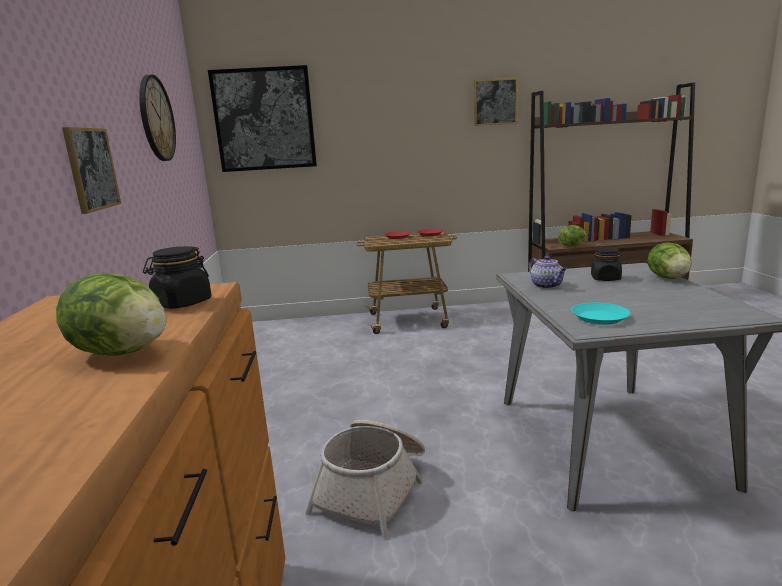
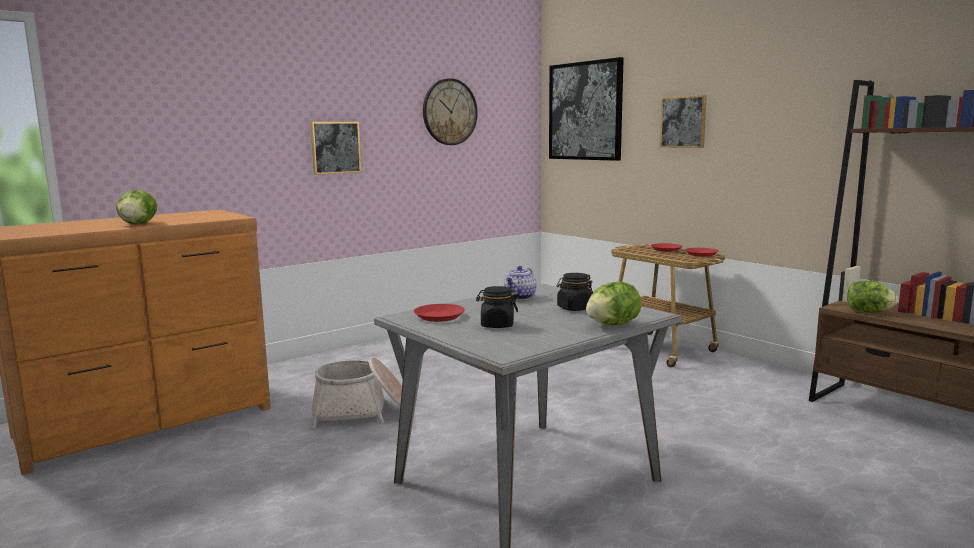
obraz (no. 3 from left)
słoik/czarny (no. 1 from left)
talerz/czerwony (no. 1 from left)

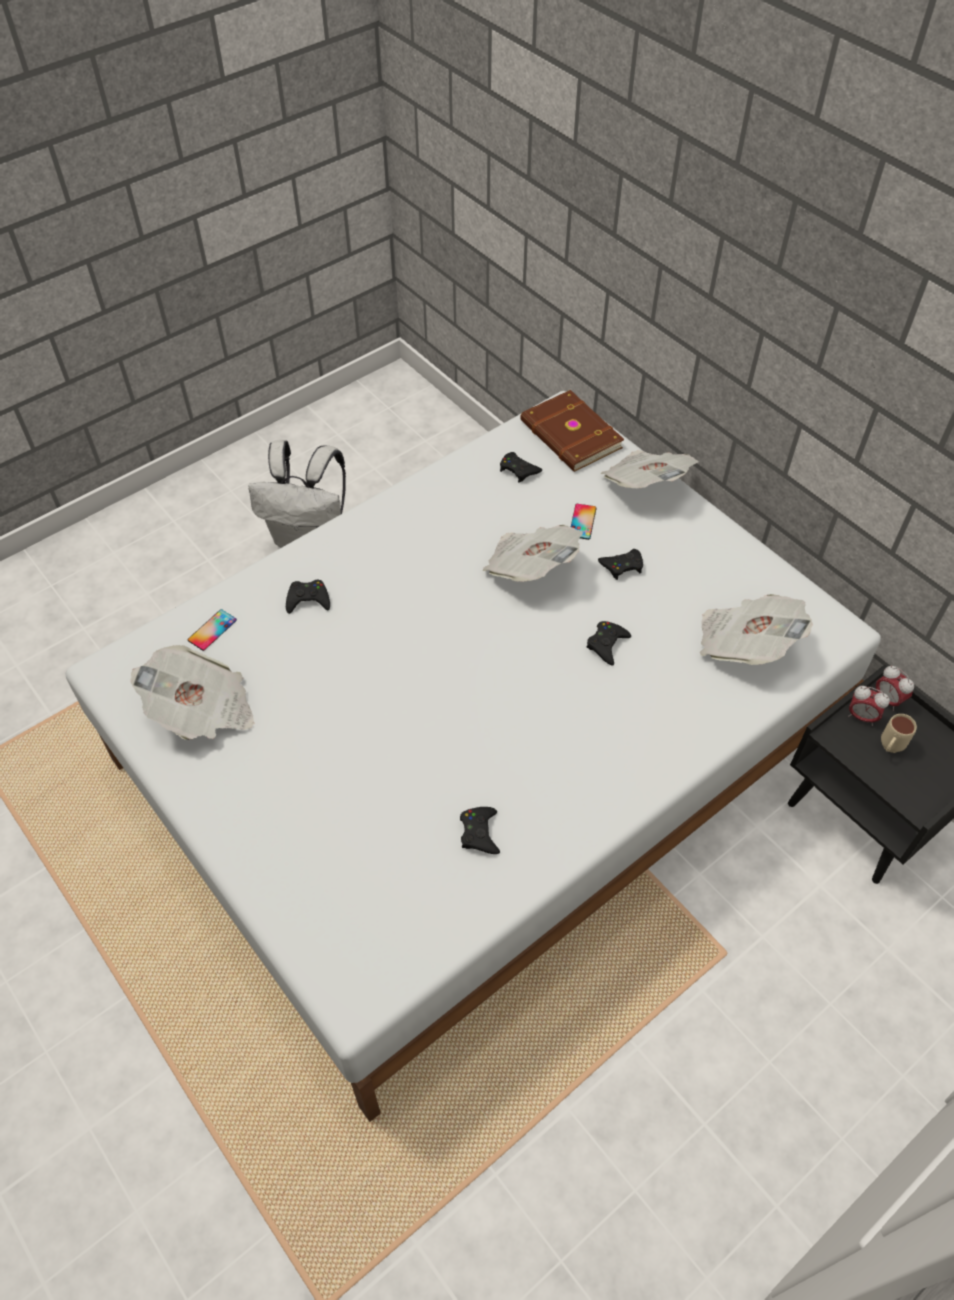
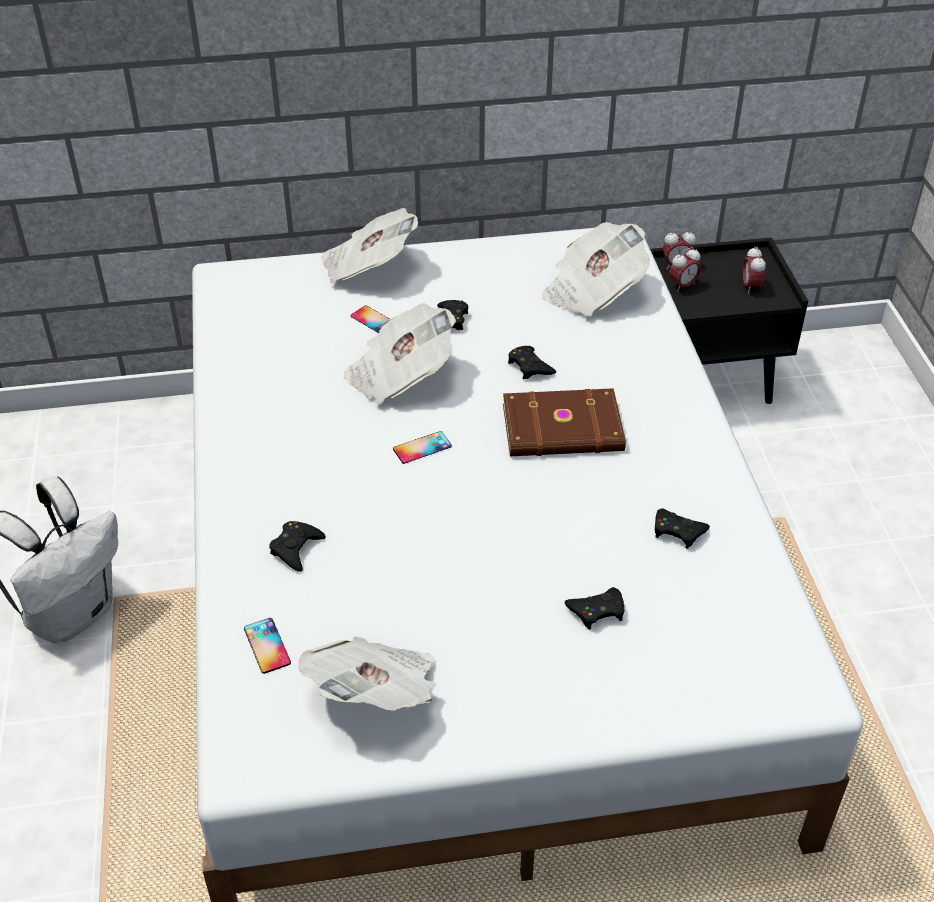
książka/brązowy
pad do gier/czarny (no. 4 from left)
kubek/beżowy
budzik (no. 3 from left)
telefon (no. 3 from left)

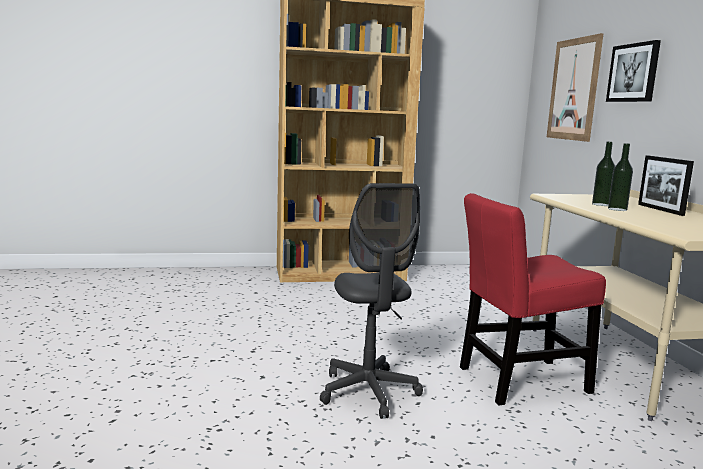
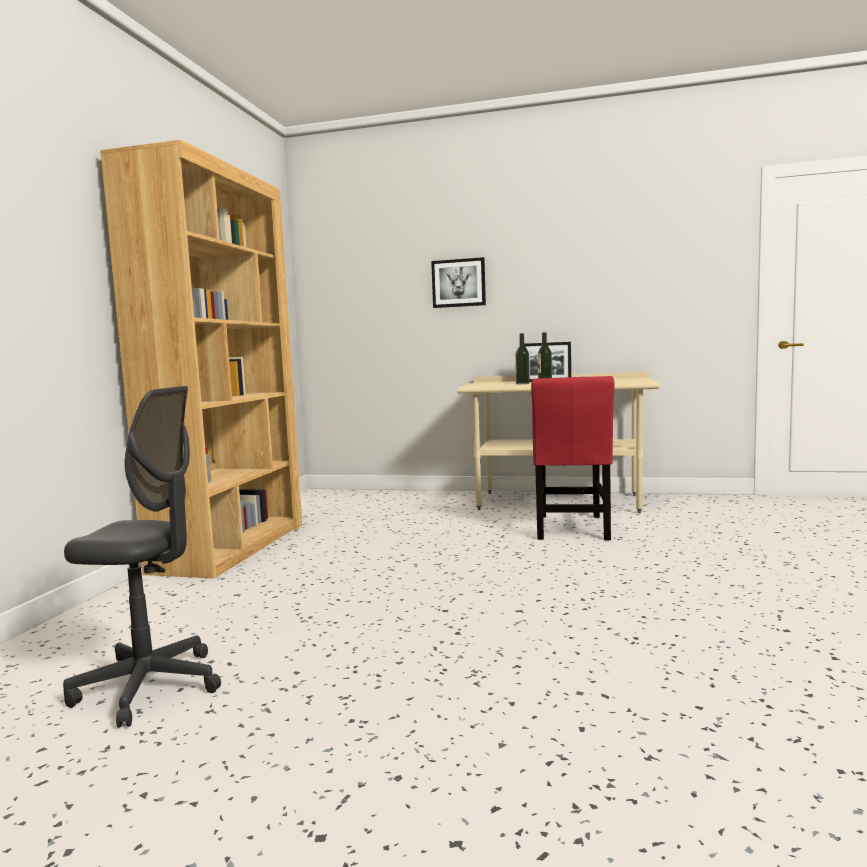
obraz (no. 1 from left in the first image)
krzesło biurowe/szary

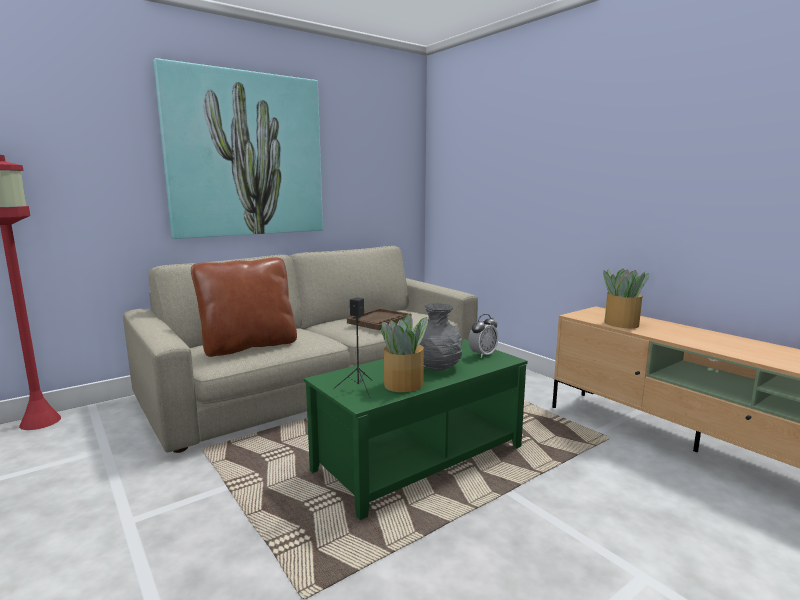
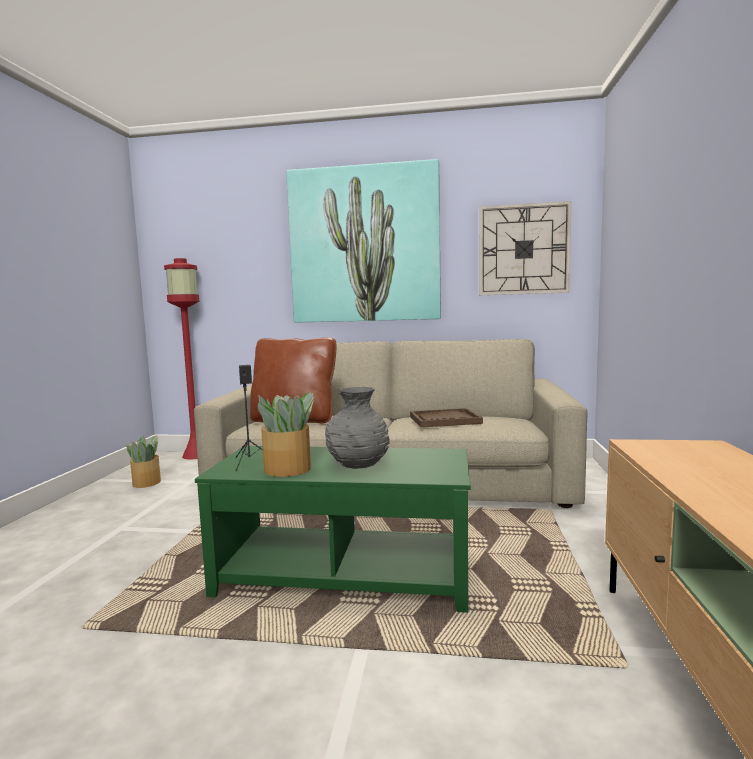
roślina doniczkowa (no. 1 from left)
budzik
zegar ścienny

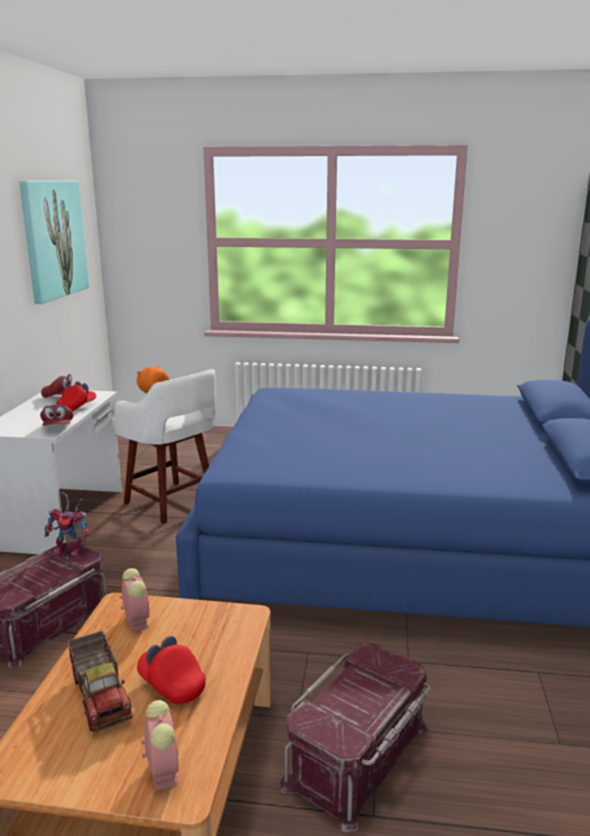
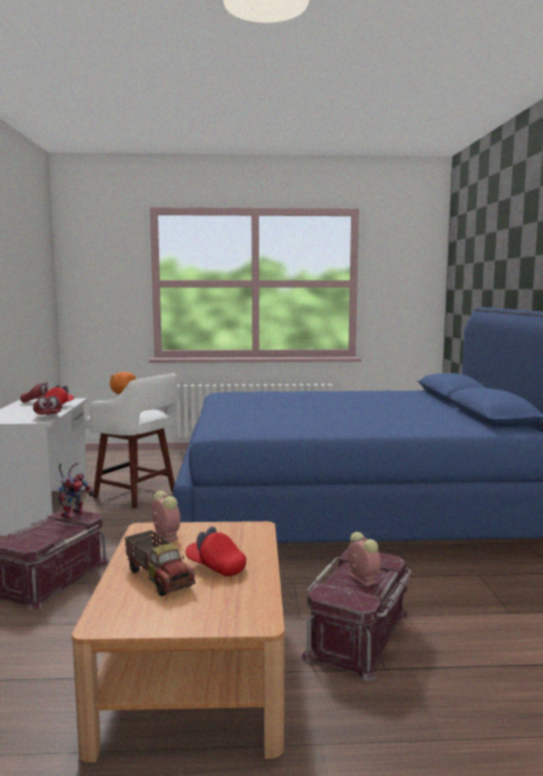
obraz
robot zabawkowy
budzik (no. 2 from left)

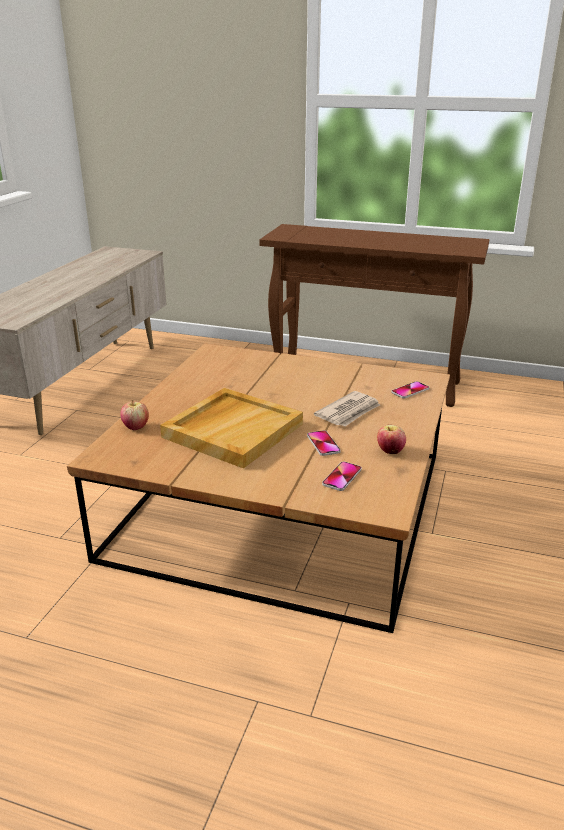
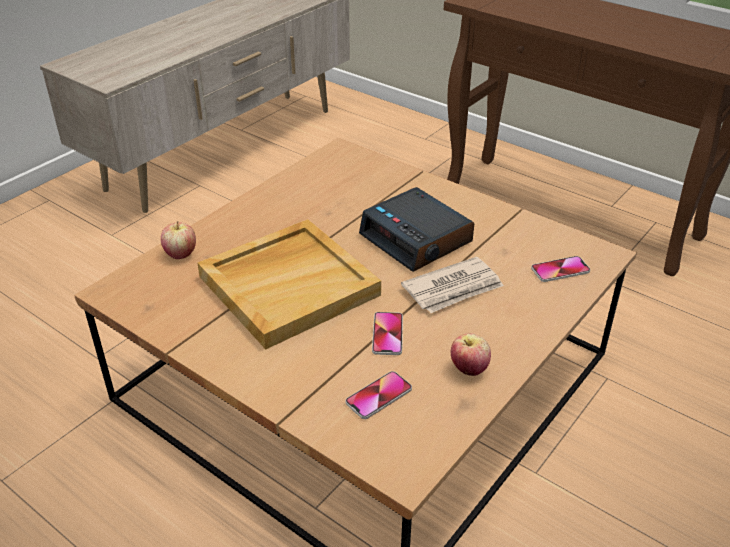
budzik

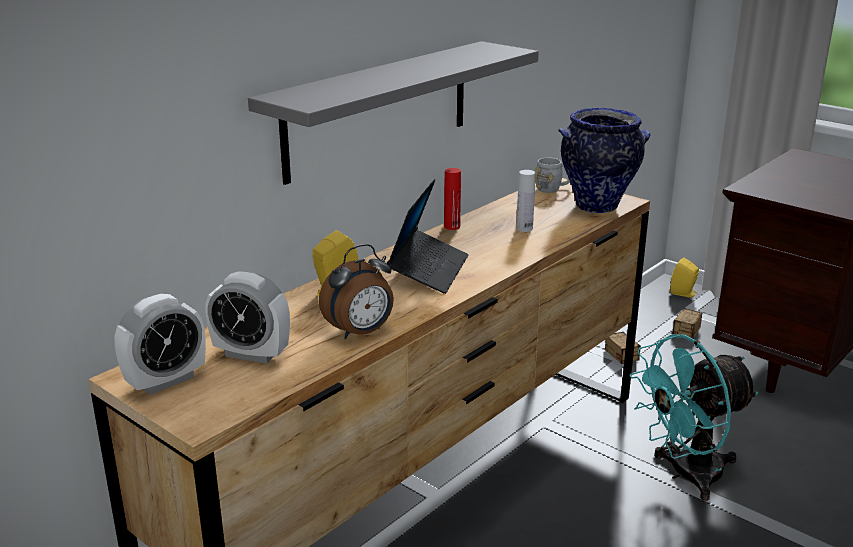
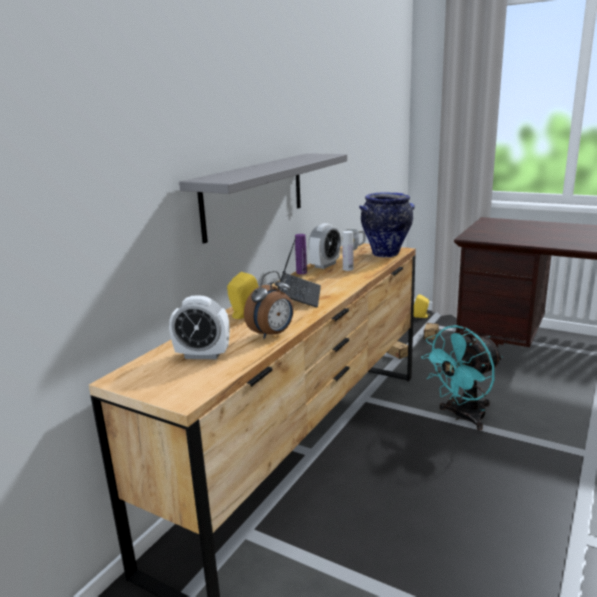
butelka/fioletowy
budzik (no. 3 from left)

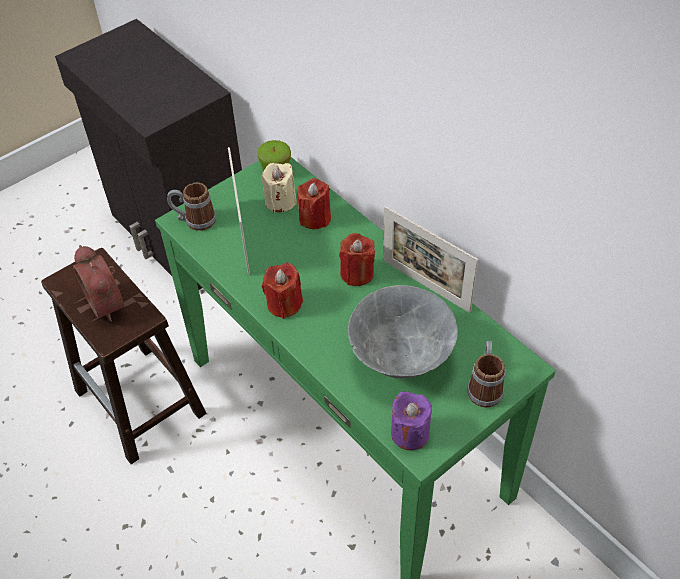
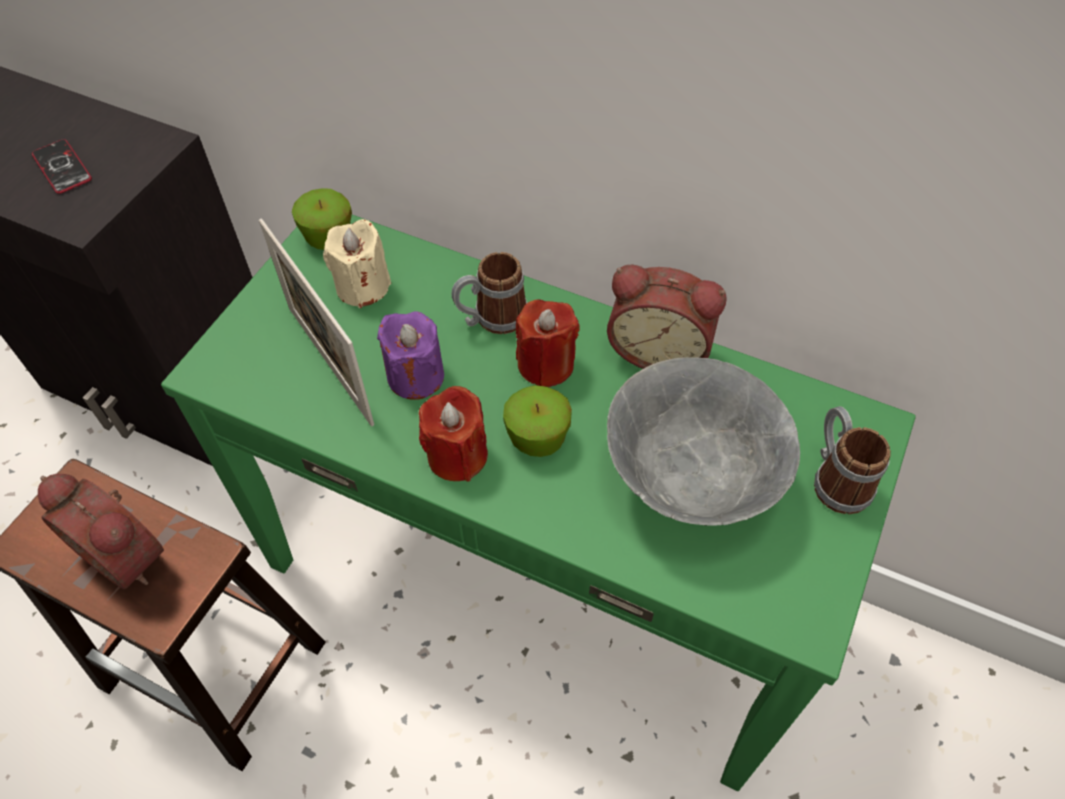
świeca/czerwony (no. 2 from left in the first image)
kubek (no. 1 from left)
budzik (no. 2 from left)
świeca/fioletowy
telefon
jabłko (no. 2 from left)

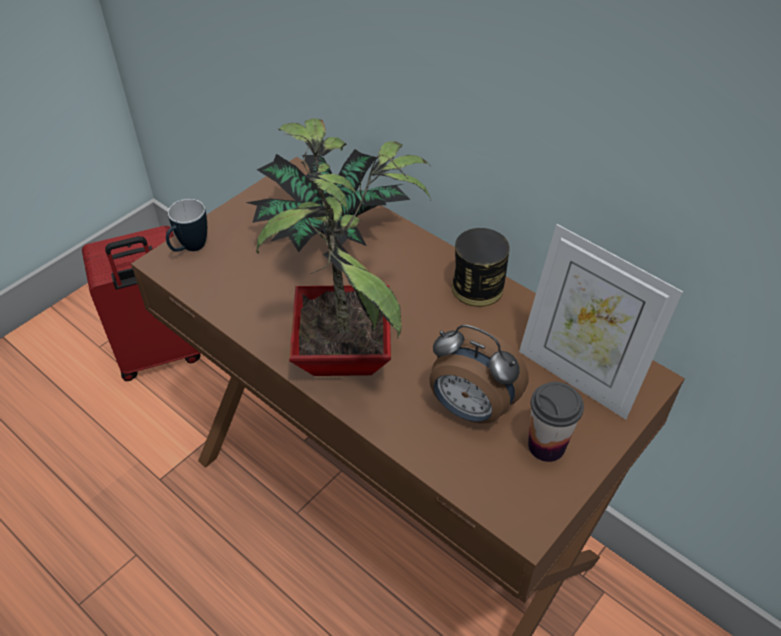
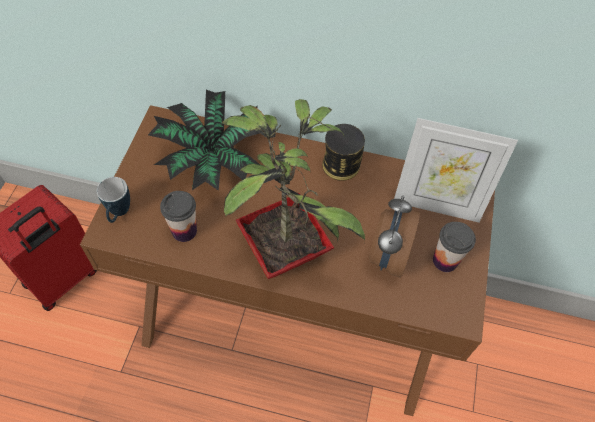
budzik
filiżanka (no. 1 from left)

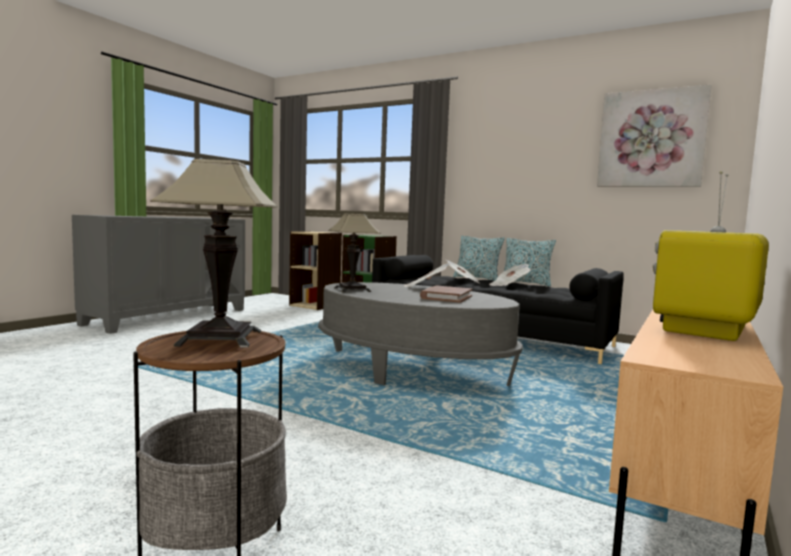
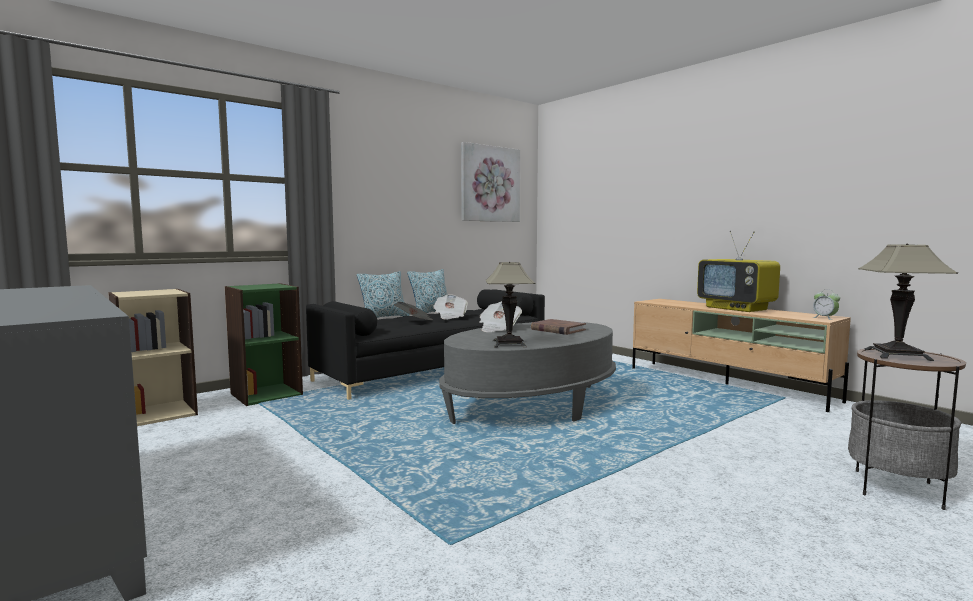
budzik

